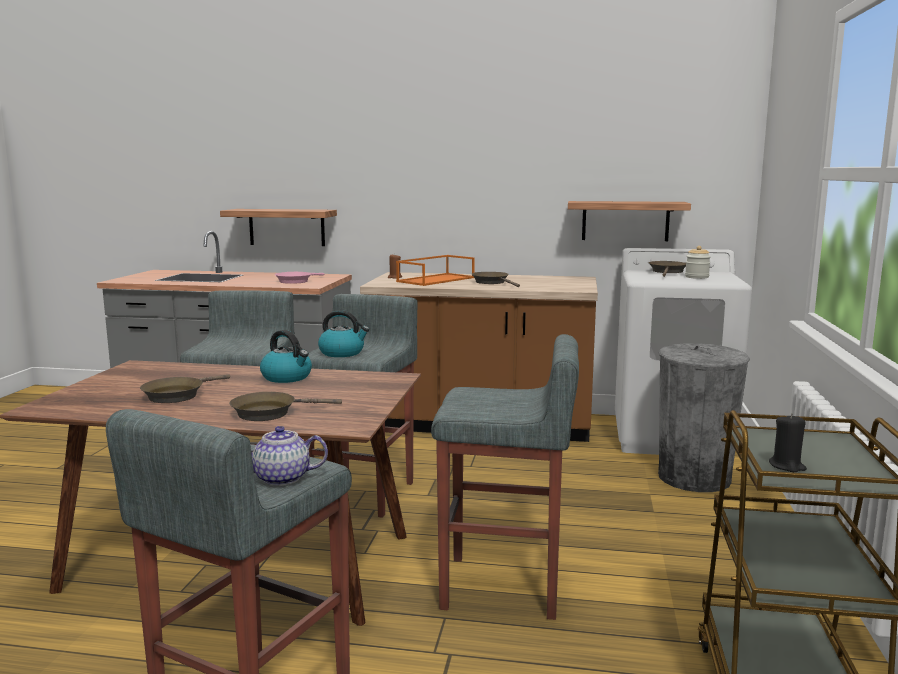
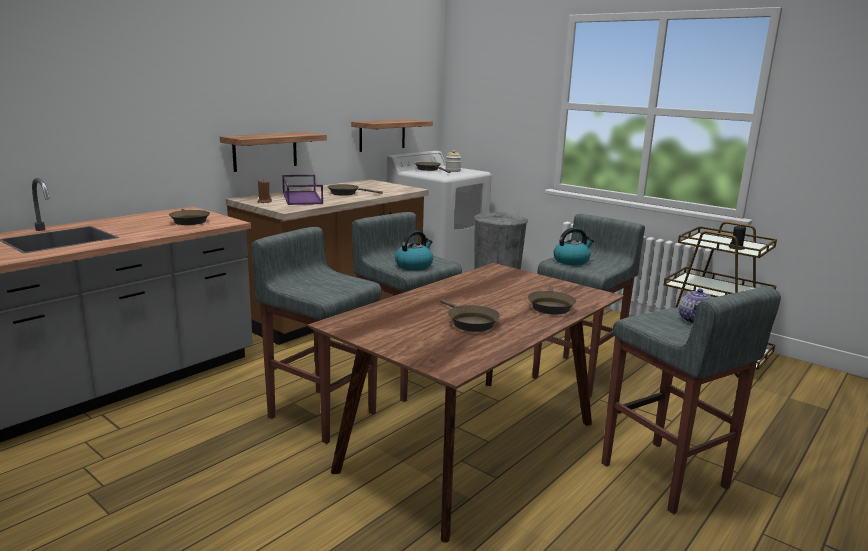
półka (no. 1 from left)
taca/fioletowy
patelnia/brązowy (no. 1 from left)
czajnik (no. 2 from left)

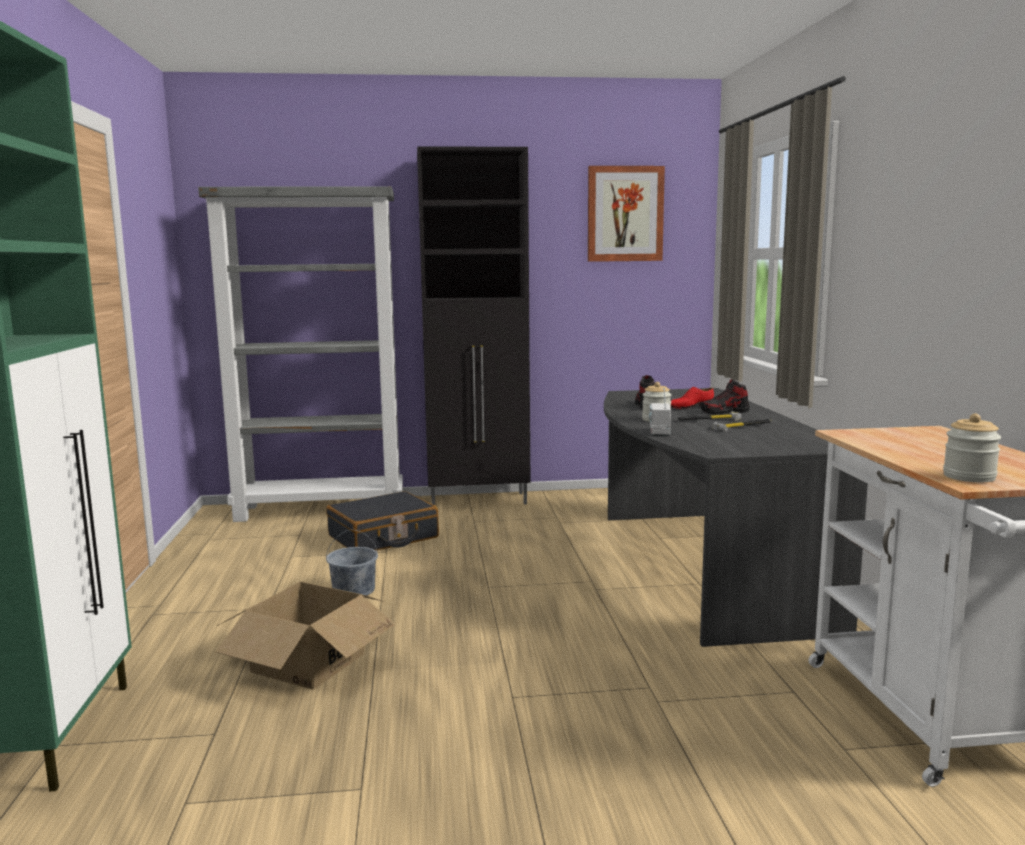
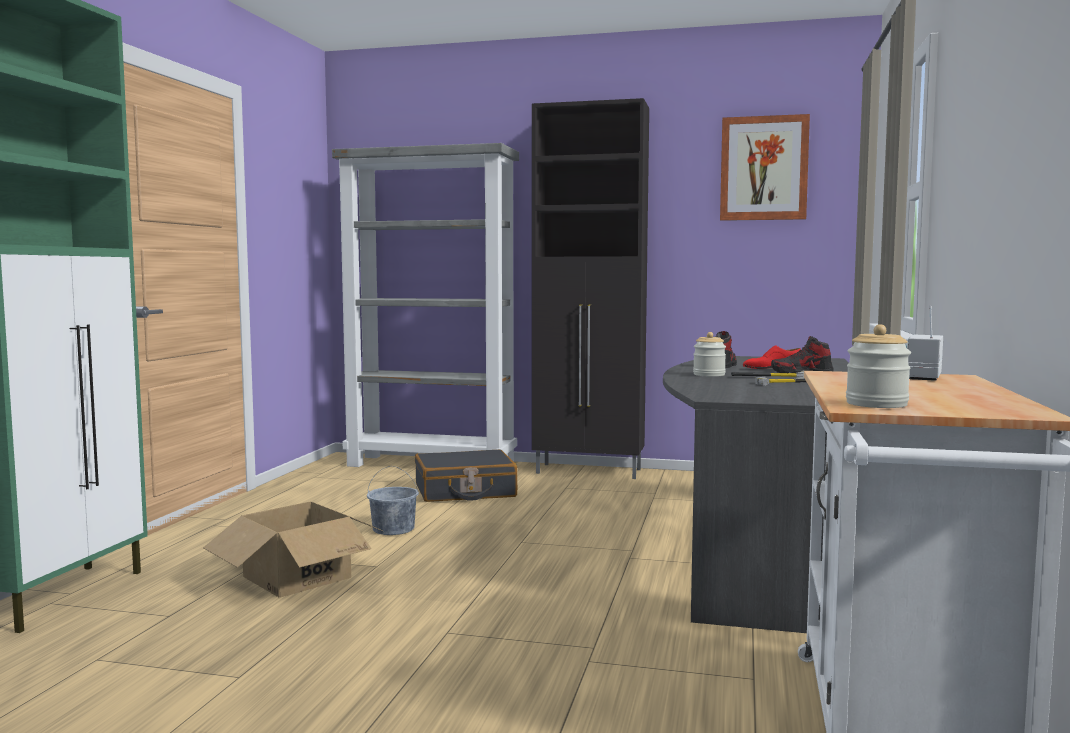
radio

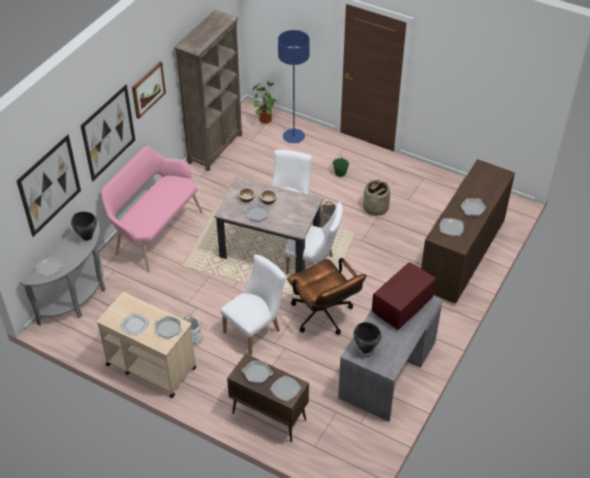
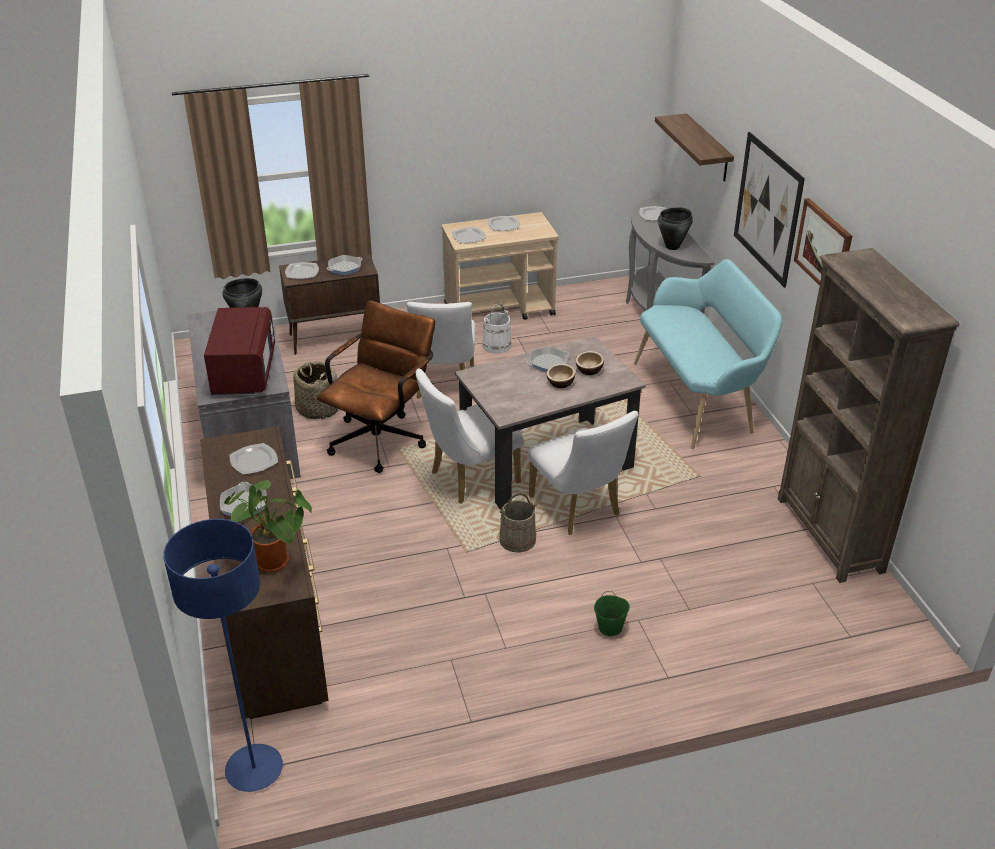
lampa stojąca/niebieski
roślina doniczkowa
półka
ławka/turkusowy
koszyk
krzesło biurowe/brązowy
talerz (no. 3 from left)

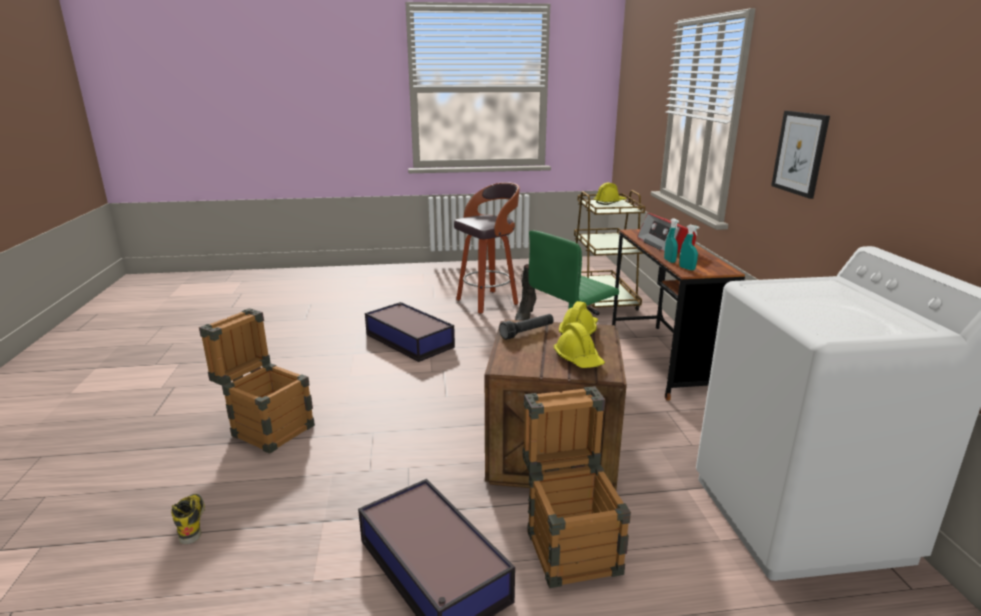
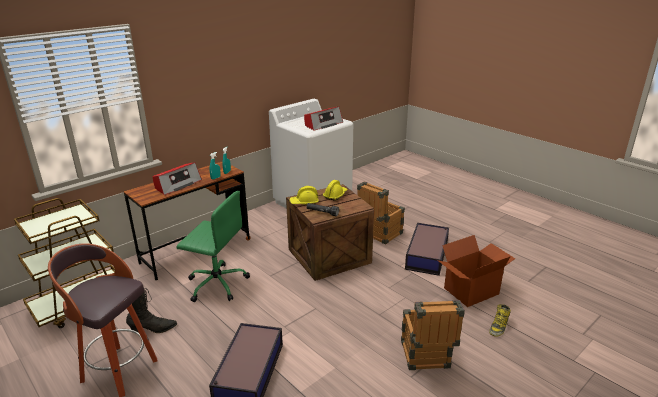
obraz
kask/żółty (no. 3 from left in the first image)
radio (no. 2 from left)
karton

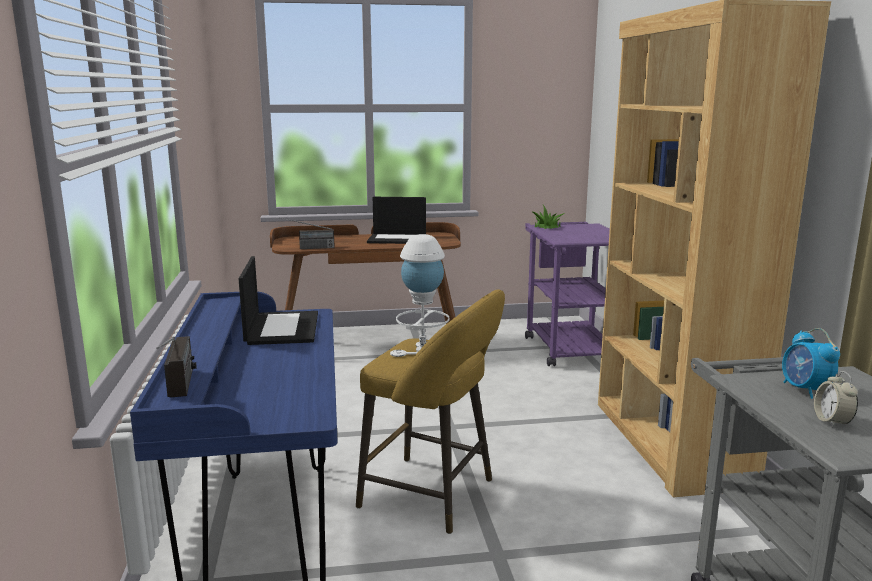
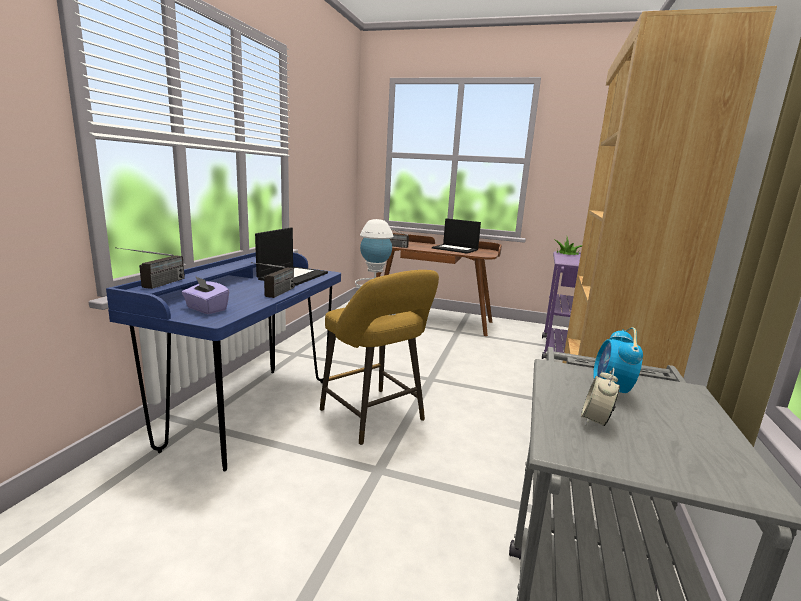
radio (no. 2 from left)
pudełko chusteczek/fioletowy

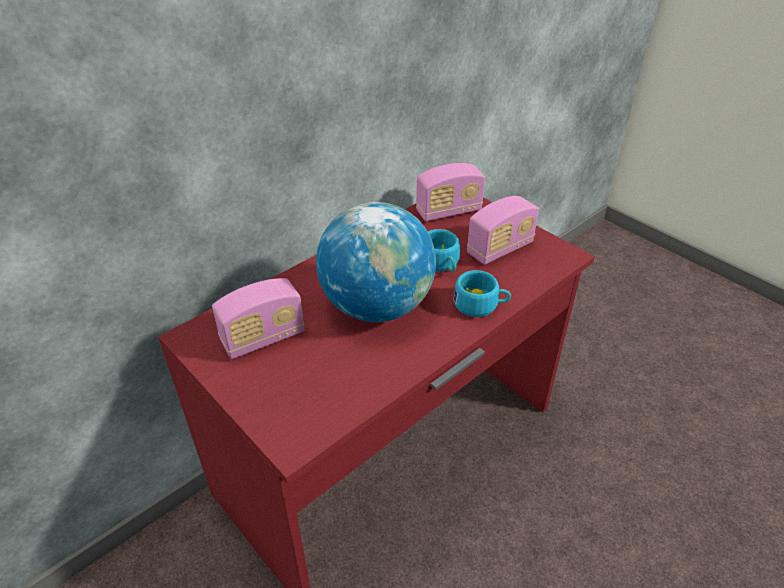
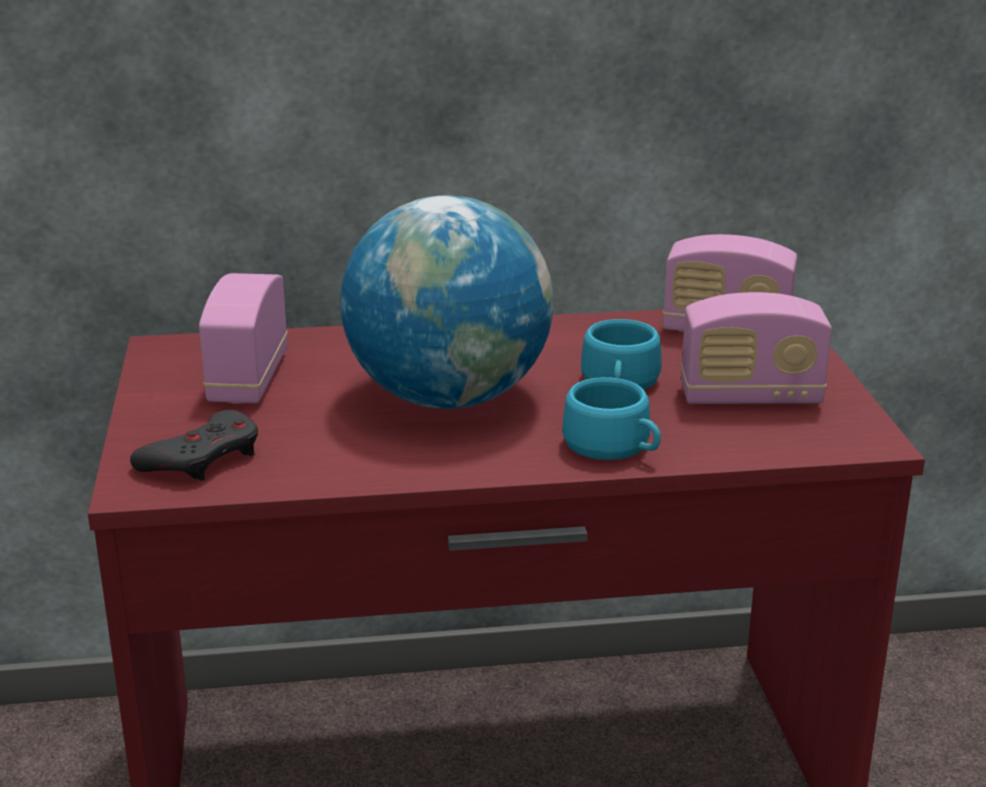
radio (no. 1 from left)
pad do gier/szary

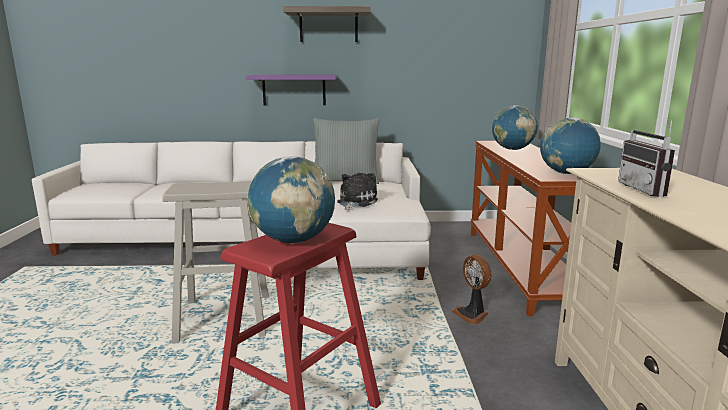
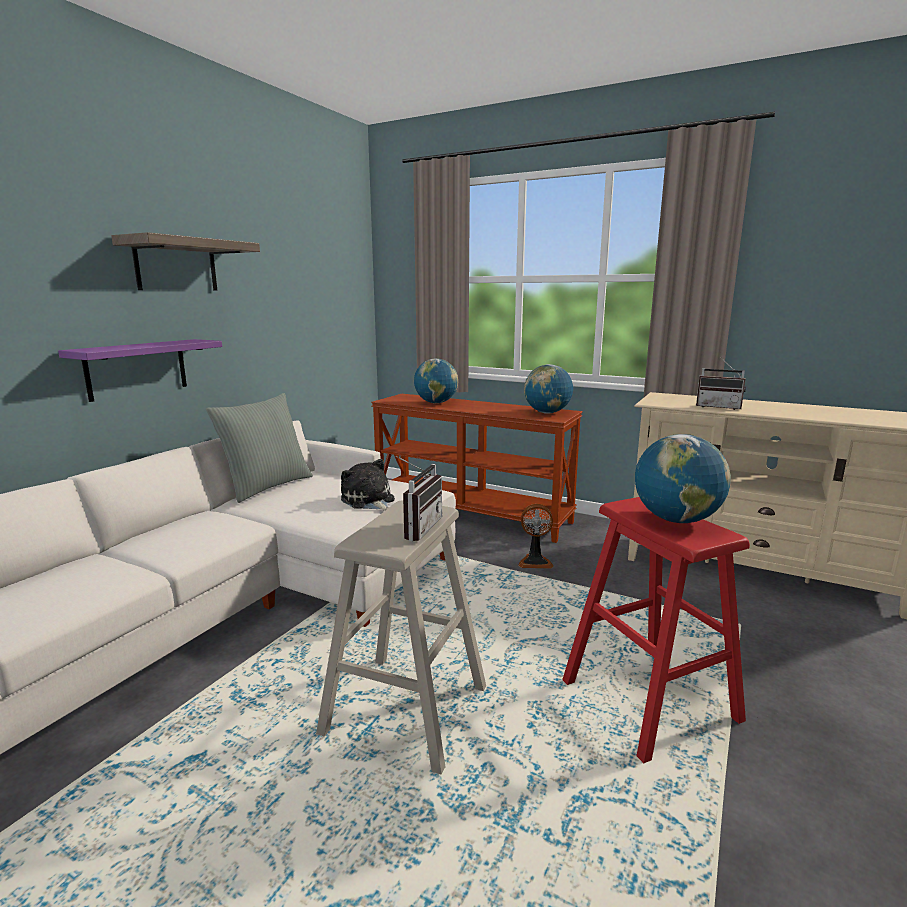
radio (no. 1 from left)

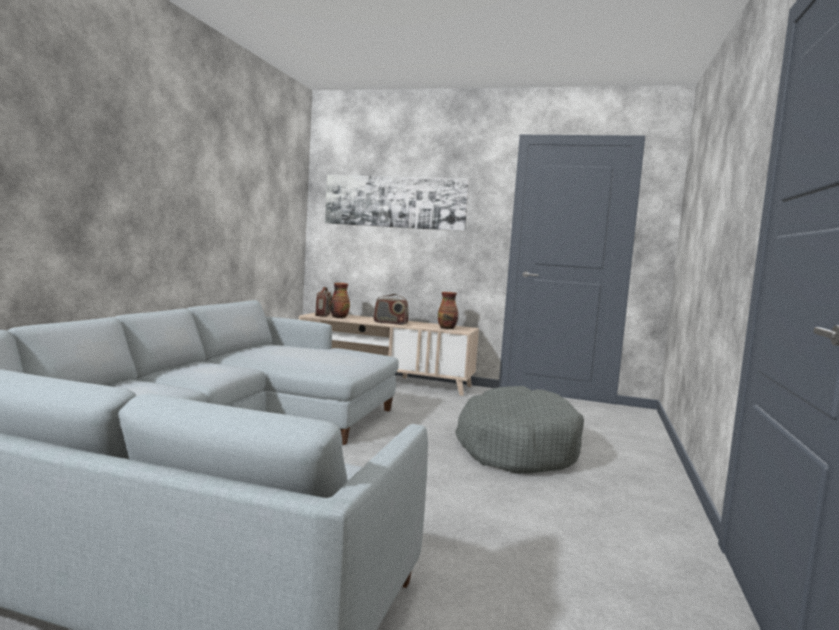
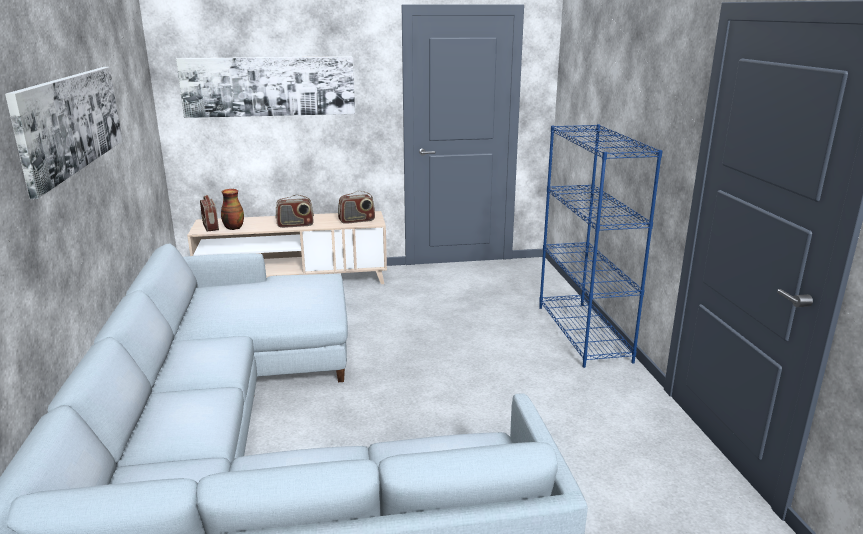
radio (no. 3 from left)
legowisko/szary
obraz (no. 1 from left)
regał/niebieski

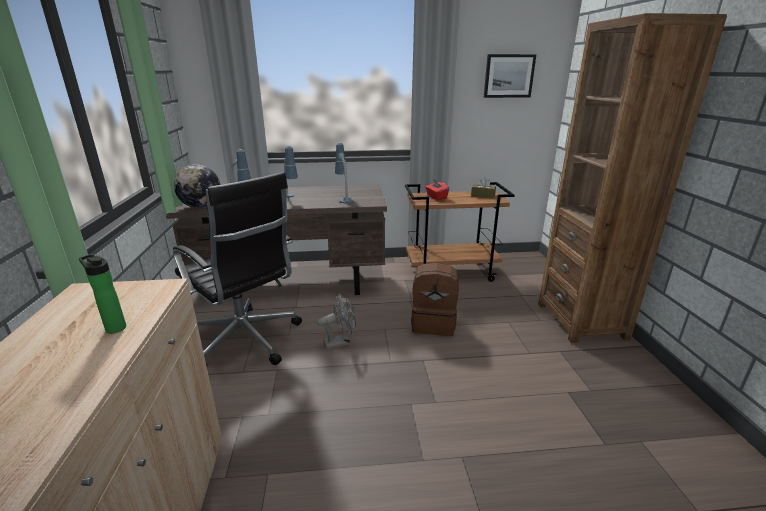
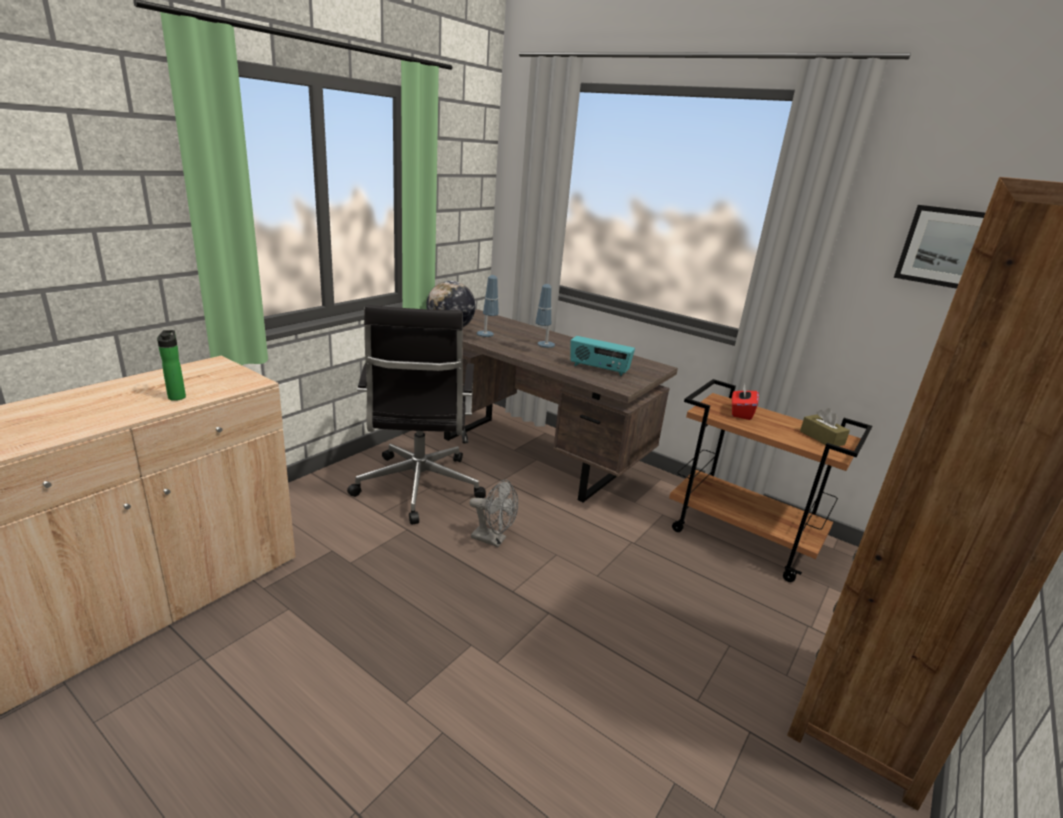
radio
plecak/brązowy

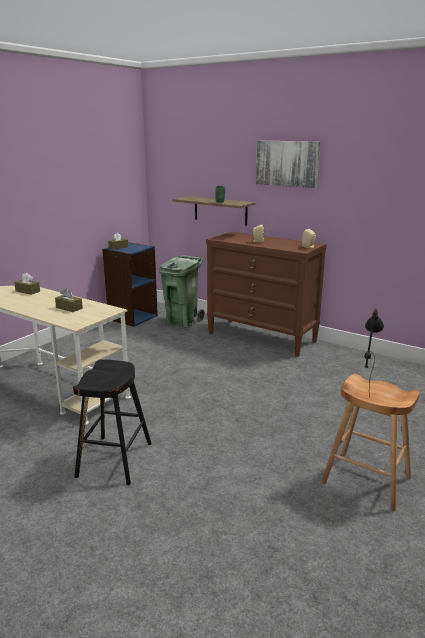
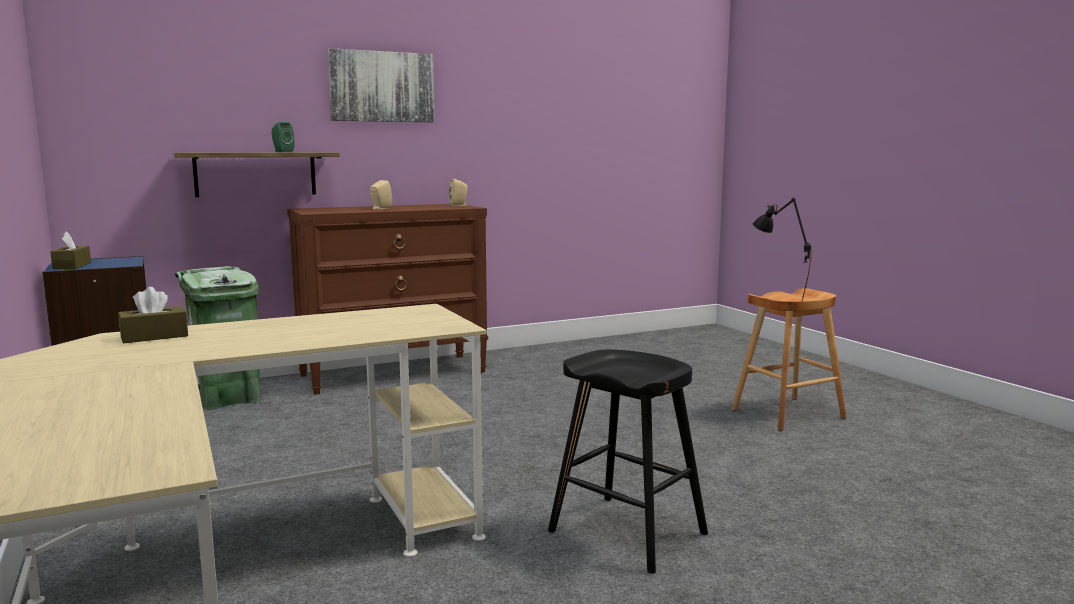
pudełko chusteczek/brązowy (no. 2 from left in the first image)

